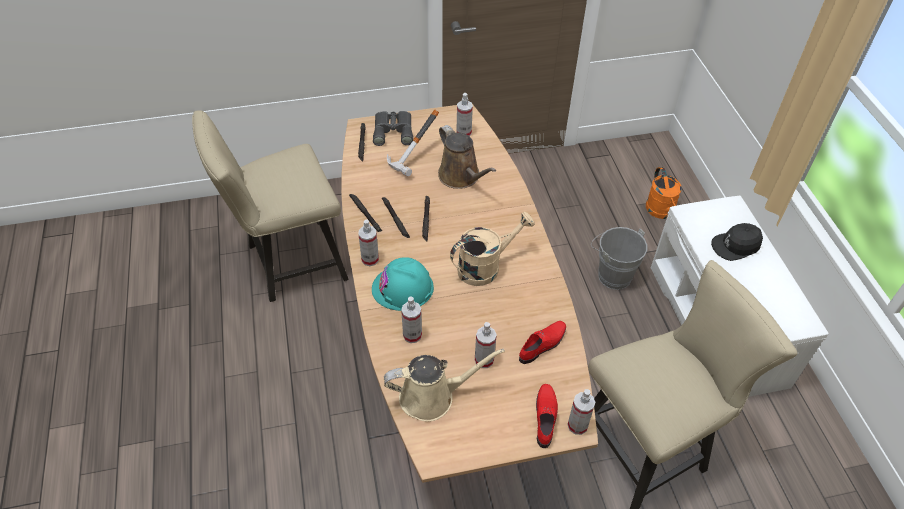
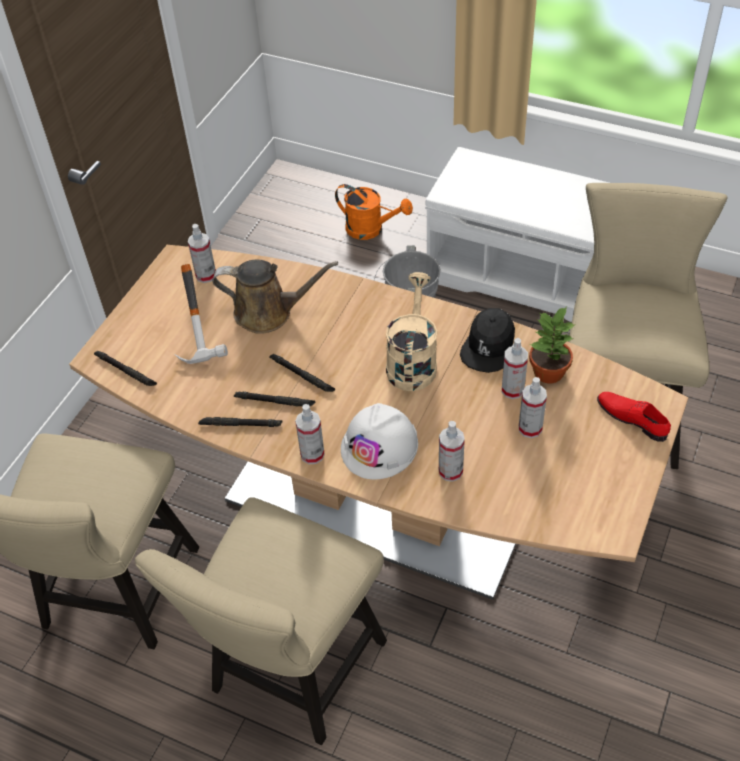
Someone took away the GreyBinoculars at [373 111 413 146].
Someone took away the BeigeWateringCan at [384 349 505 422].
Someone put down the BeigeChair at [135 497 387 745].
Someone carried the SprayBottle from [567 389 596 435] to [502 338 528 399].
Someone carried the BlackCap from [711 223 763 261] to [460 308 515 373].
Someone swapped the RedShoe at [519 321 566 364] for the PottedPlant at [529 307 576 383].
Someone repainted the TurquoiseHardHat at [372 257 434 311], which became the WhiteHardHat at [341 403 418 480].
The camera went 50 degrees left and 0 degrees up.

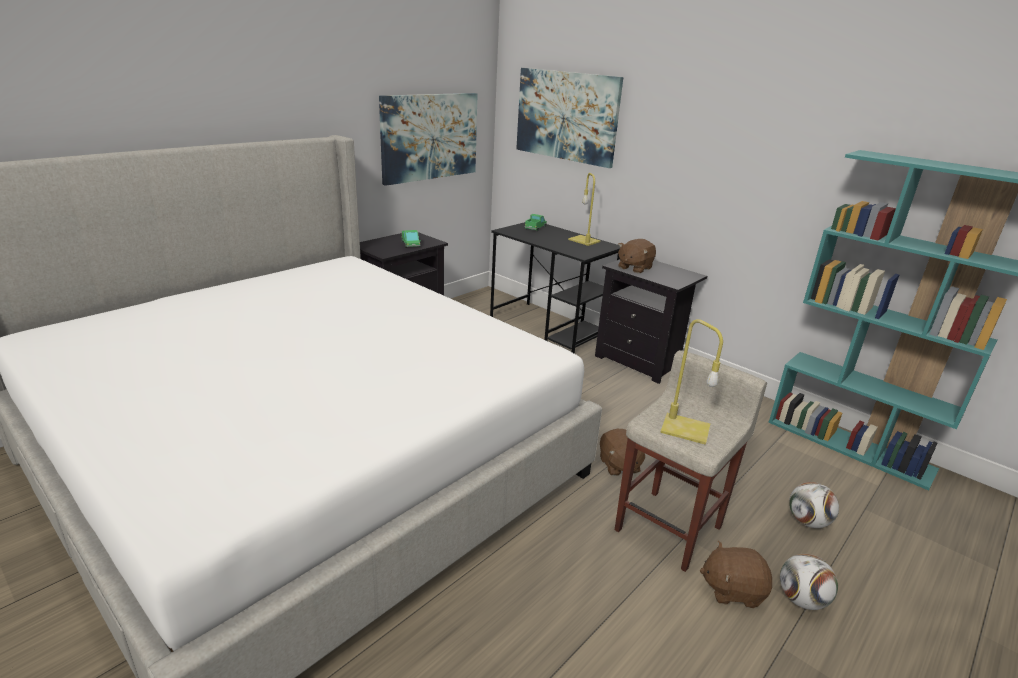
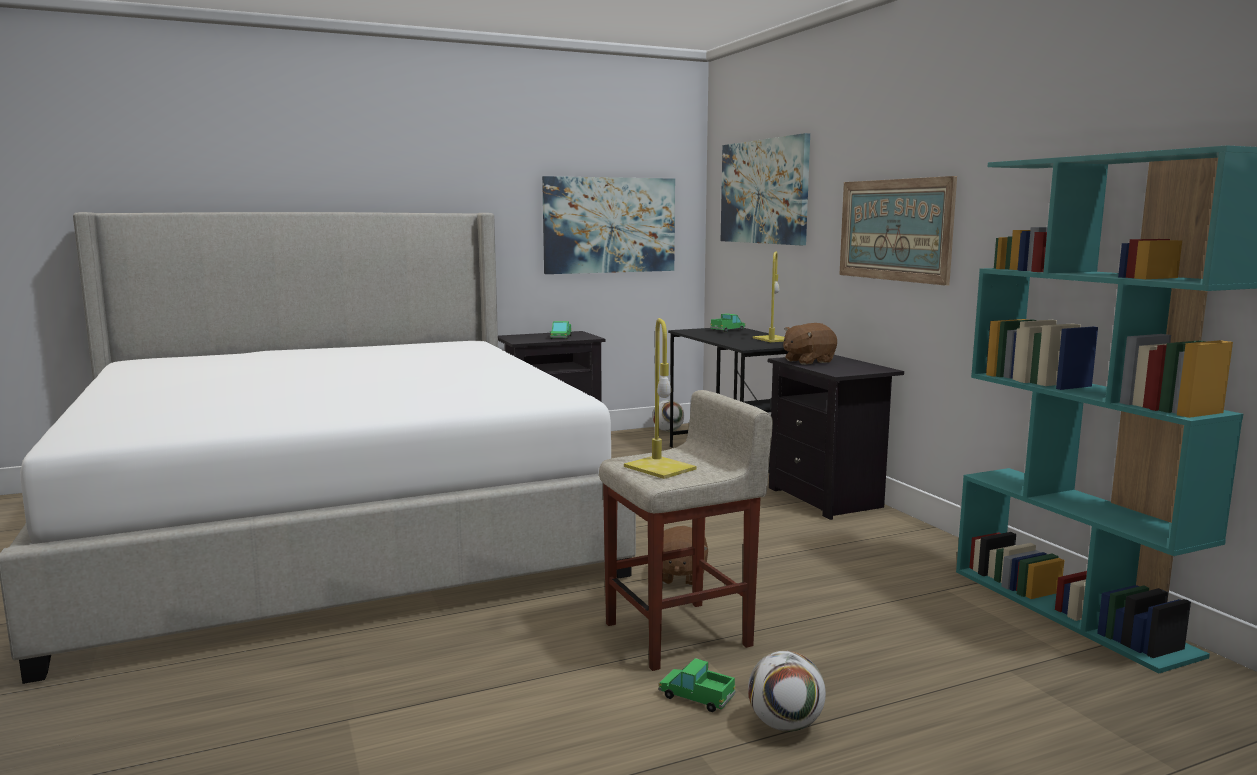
Someone put up the Picture at [839 176 957 286].
Someone carried the Football from [789 482 839 528] to [652 400 684 432].
Someone swapped the BrownPlushToy at [700 541 772 608] for the ToyTruck at [658 658 736 712].
The camera went 25 degrees right and 15 degrees down.

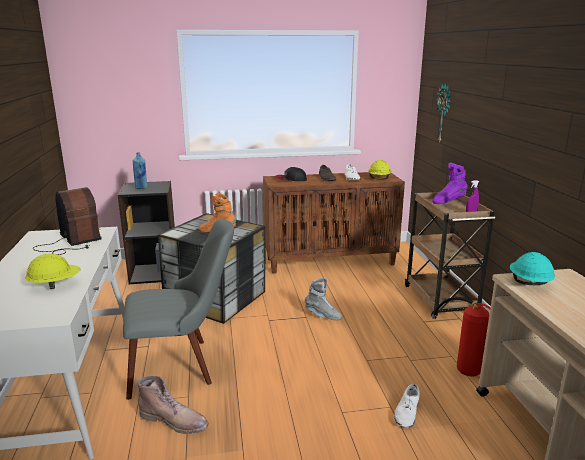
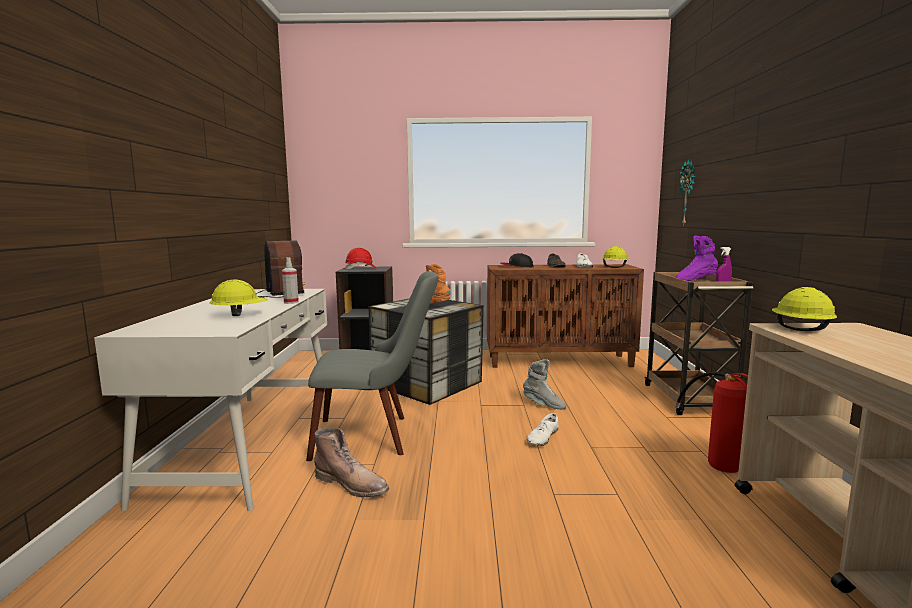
Someone put down the SprayBottle at [282 257 299 304].
Someone carried the WhiteShoe from [394 384 420 428] to [527 413 559 446].
Someone swapped the BlueBottle at [133 152 147 189] for the RedHardHat at [345 248 376 269].
Someone repainted the TurquoiseHardHat at [510 252 555 285], which became the YellowHardHat at [772 287 837 331].
The camera went 10 degrees right and 10 degrees down.

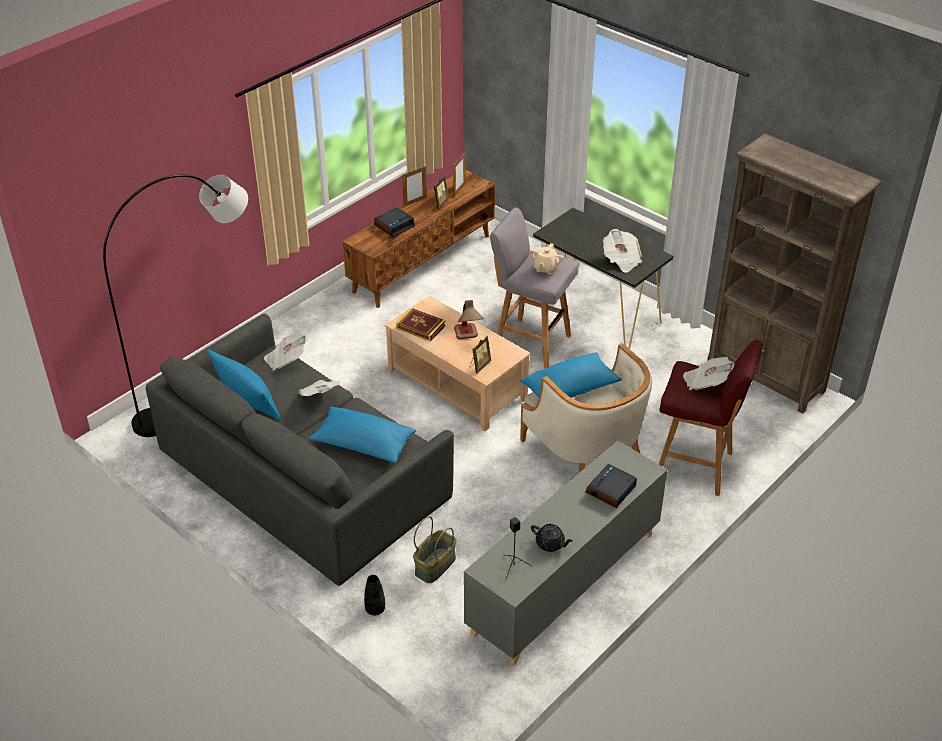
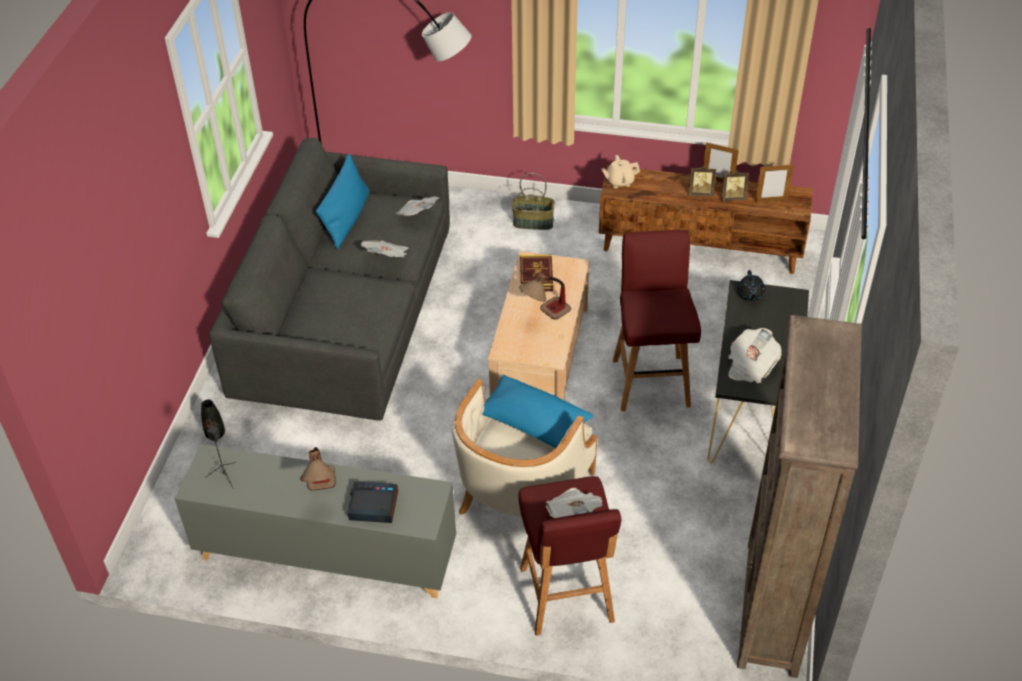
Someone took away the BluePillow at [309 406 416 463].
Someone took away the AlarmClock at [374 207 415 237].
Someone put down the TableLamp at [300 447 336 491].
Someone carried the Basket from [413 516 456 583] to [512 173 555 230].
Someone carried the PictureFrame from [469 336 491 374] to [688 166 716 196].
Someone carried the BeigeTeapot from [530 243 564 274] to [601 155 640 188].
Someone carried the BlackTeapot from [531 524 573 552] to [737 270 765 301].
Someone repainted the GreyStool at [490 207 578 368], which became the RedStool at [613 230 701 411].
The camera went 60 degrees right and 5 degrees up.

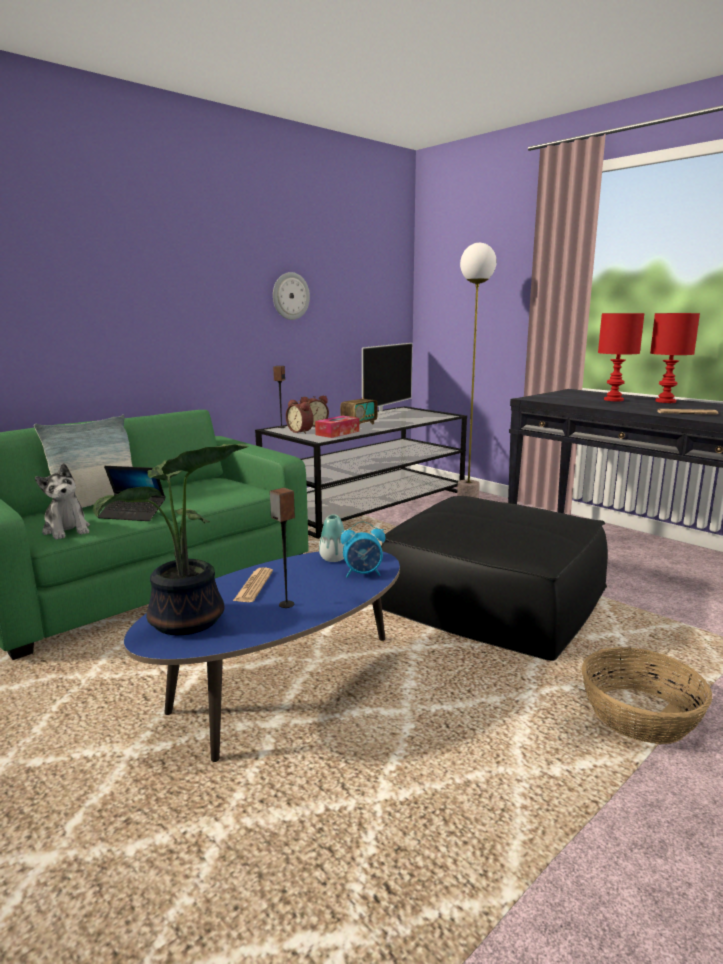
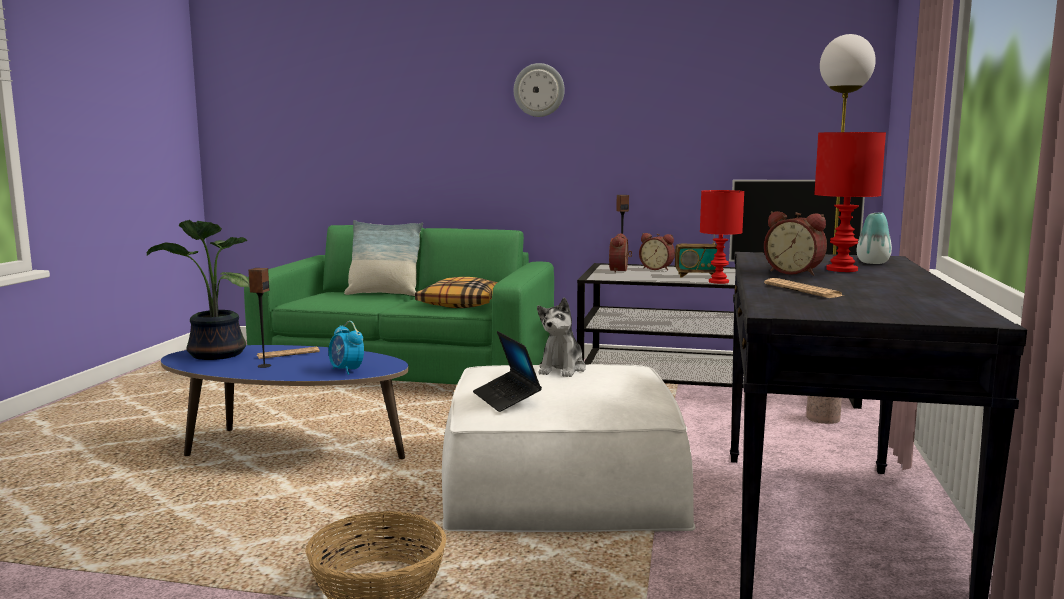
Someone took away the TissueBox at [315 416 359 438].
Someone put down the Pillow at [415 277 498 308].
Someone put down the AlarmClock at [764 211 827 276].
Someone carried the PlushToy from [35 463 90 540] to [537 297 586 377].
Someone carried the Laptop from [98 466 166 521] to [473 331 542 412].
Someone carried the WallClock from [273 272 310 320] to [514 63 565 117].
Someone carried the Vase from [319 514 344 562] to [856 212 892 264].
Someone carried the RedTableLamp from [650 313 700 403] to [700 190 744 284].
Someone repainted the BlackOttoman at [381 496 608 661], which became the WhiteOttoman at [442 364 695 532].
The camera went 55 degrees right and 5 degrees down.

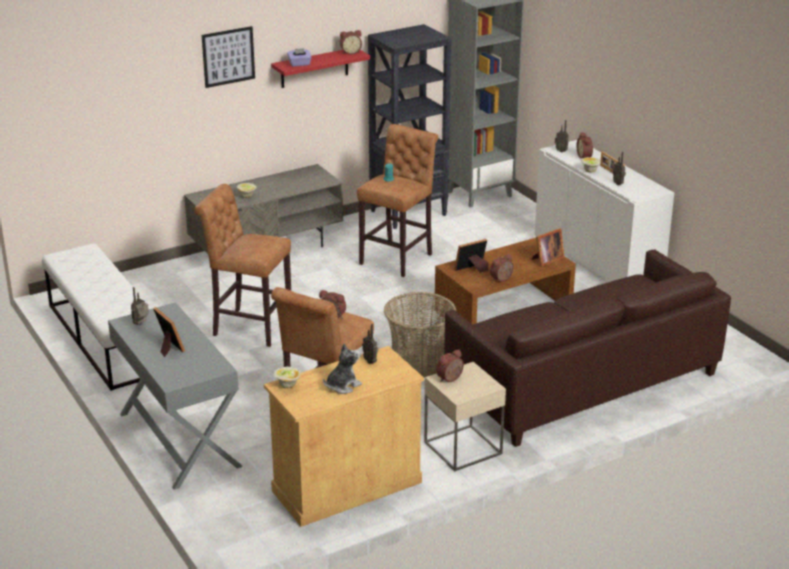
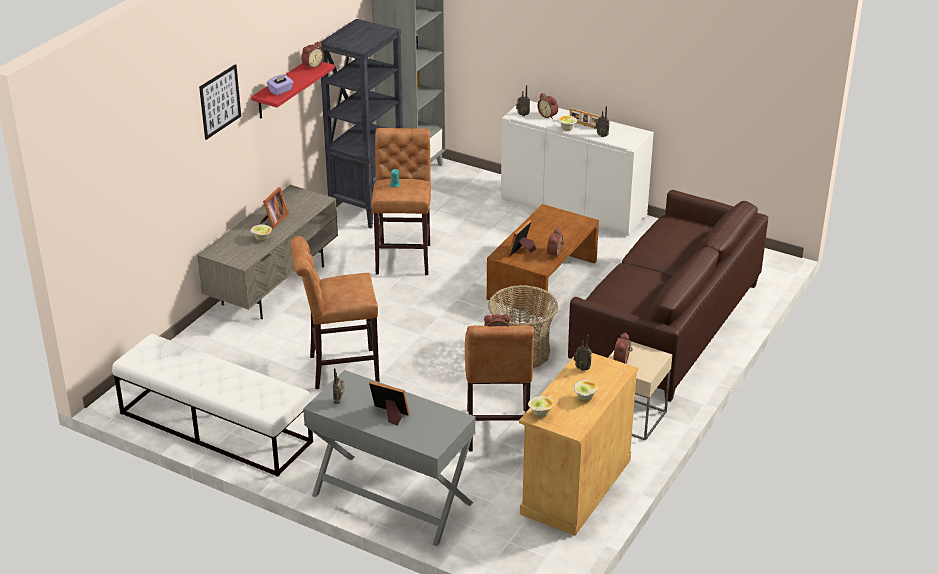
Someone carried the PictureFrame from [531 228 565 267] to [260 187 289 228].
Someone swapped the PlushToy at [323 344 362 394] for the Bowl at [574 380 598 402].
The camera went 30 degrees left and 5 degrees up.

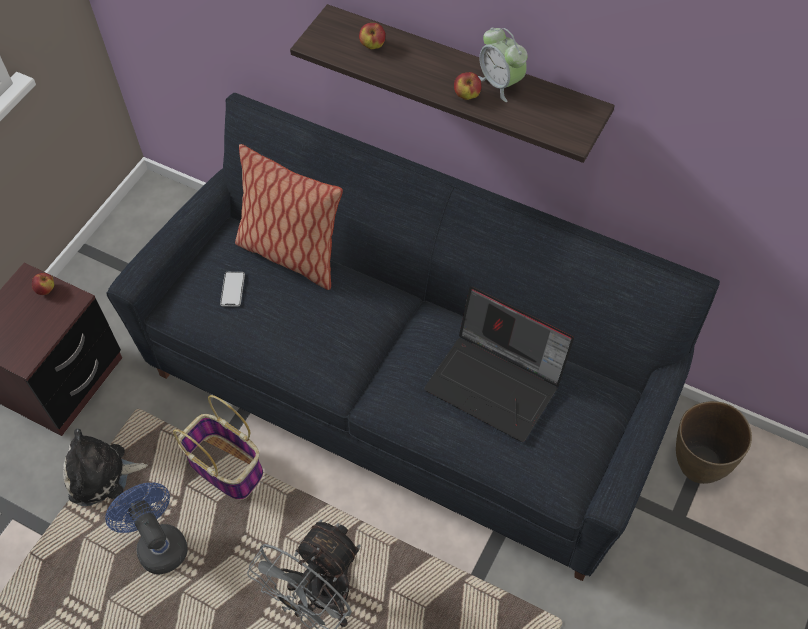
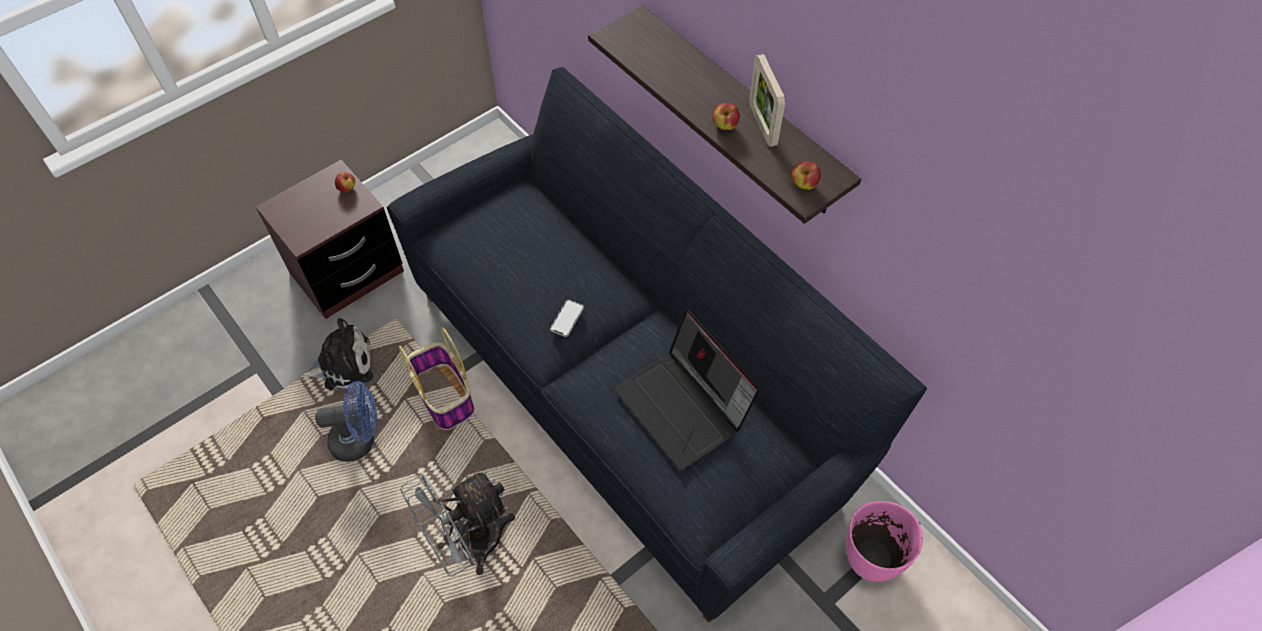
Someone took away the Pillow at [235 144 343 290].
Someone carried the Phone from [220 272 245 307] to [550 300 584 337].
Someone carried the Apple from [359 23 386 49] to [792 161 821 190].
Someone swapped the AlarmClock at [478 27 528 102] for the PictureFrame at [749 54 785 147].
Someone repainted the BrownVase at [676 401 752 484], which became the PinkVase at [846 501 923 582].
Someone rotated the PlushToy at [63 428 148 506] by 150 degrees clockwise.
Someone rotated the BlueFan at [105 483 188 575] by 90 degrees clockwise.
The camera went 20 degrees right and 0 degrees up.

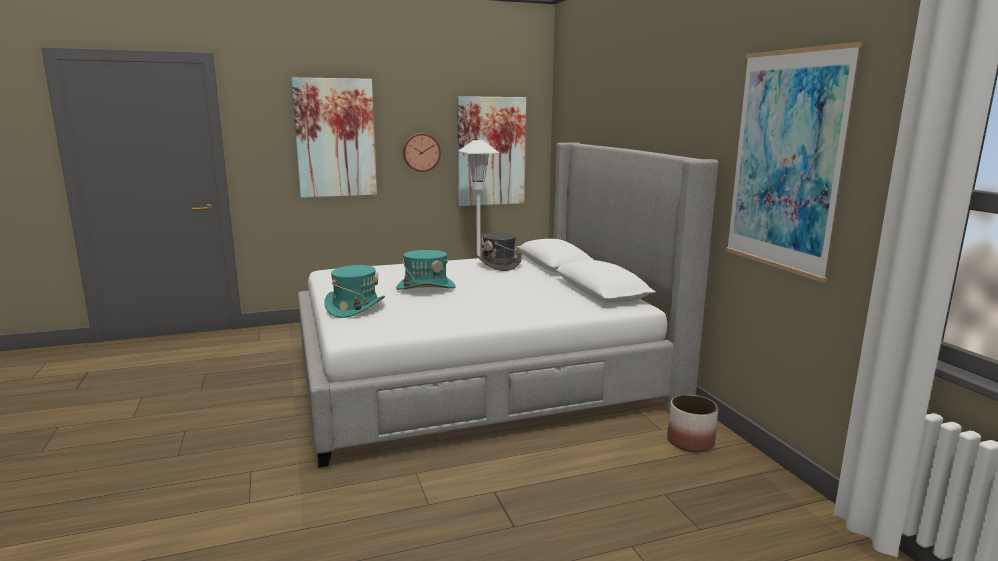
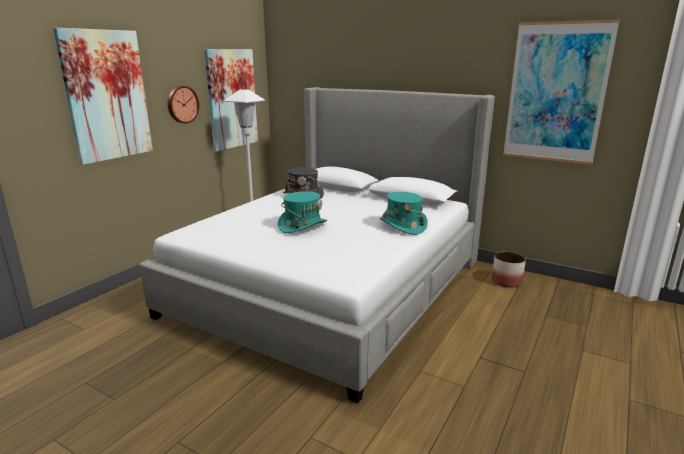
Someone carried the TurquoiseHat from [324 265 385 318] to [380 192 428 235].
The camera went 40 degrees left and 5 degrees up.

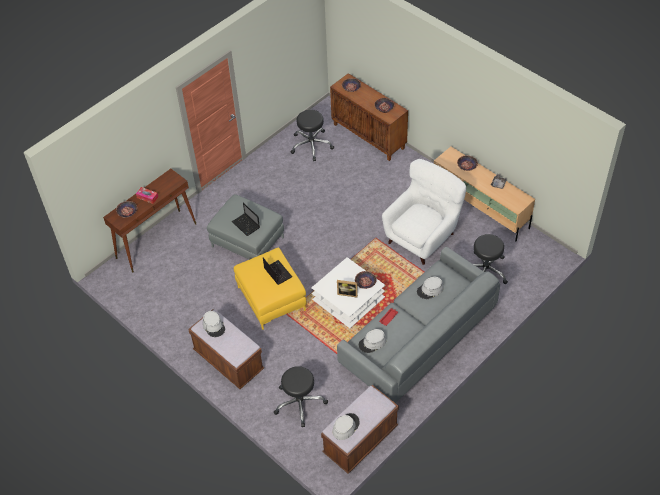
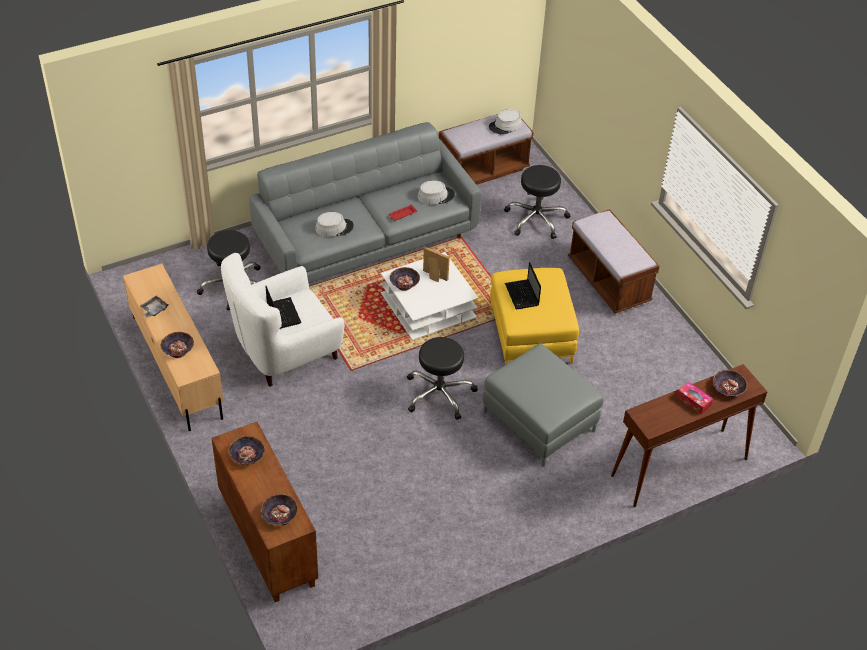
Someone took away the GreyHat at [203 311 225 337].
Someone carried the Laptop from [232 203 260 236] to [265 286 301 329].
Someone carried the BlackStool from [291 110 334 161] to [407 337 478 420].
The camera went 165 degrees left and 5 degrees down.

